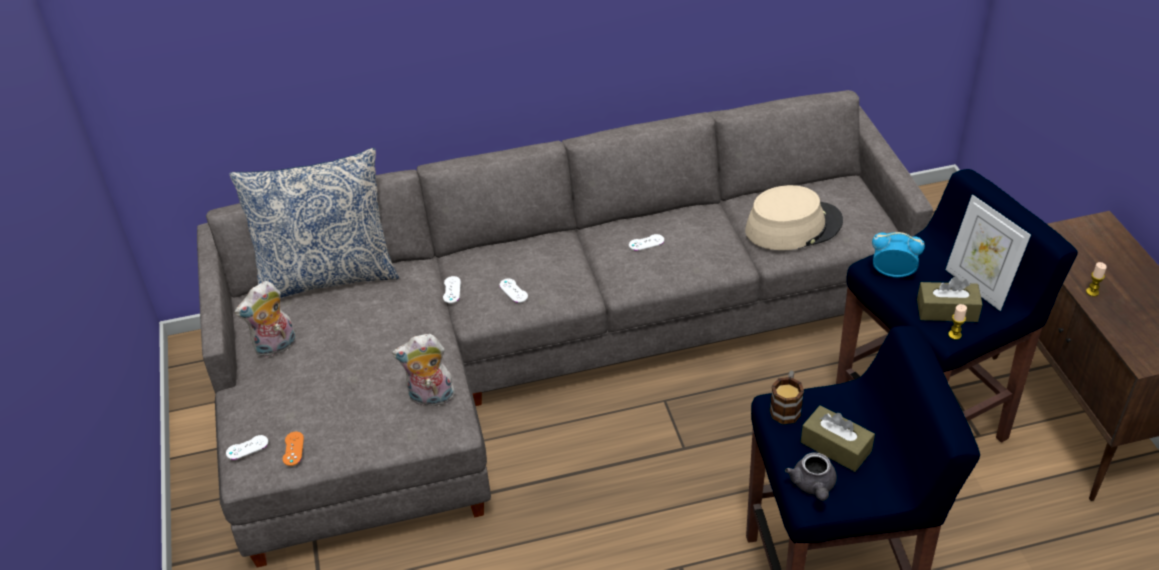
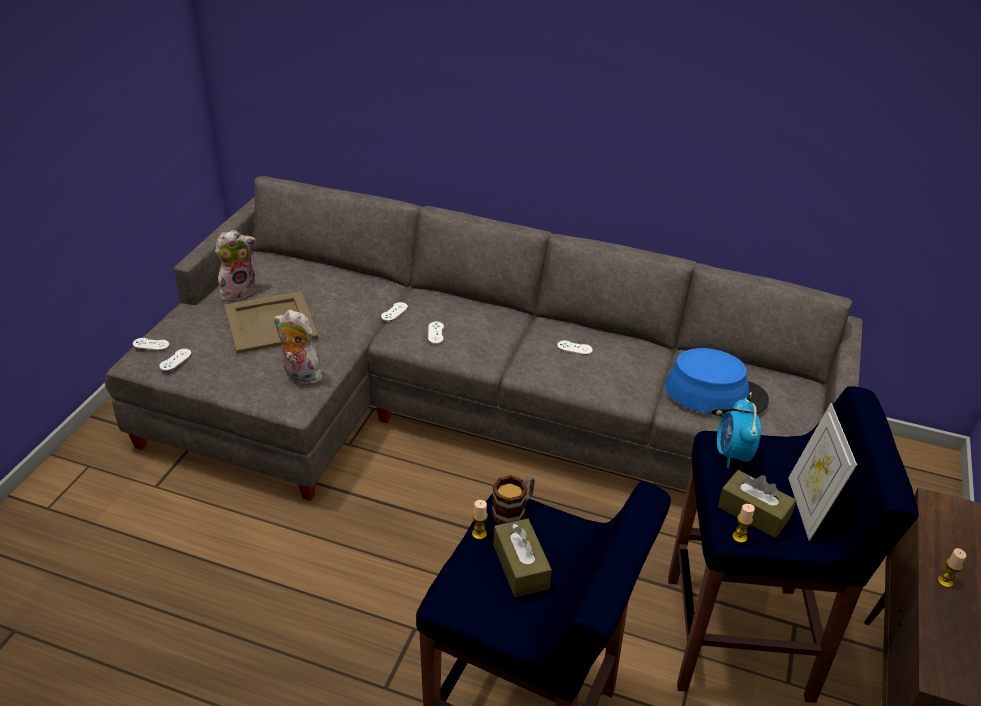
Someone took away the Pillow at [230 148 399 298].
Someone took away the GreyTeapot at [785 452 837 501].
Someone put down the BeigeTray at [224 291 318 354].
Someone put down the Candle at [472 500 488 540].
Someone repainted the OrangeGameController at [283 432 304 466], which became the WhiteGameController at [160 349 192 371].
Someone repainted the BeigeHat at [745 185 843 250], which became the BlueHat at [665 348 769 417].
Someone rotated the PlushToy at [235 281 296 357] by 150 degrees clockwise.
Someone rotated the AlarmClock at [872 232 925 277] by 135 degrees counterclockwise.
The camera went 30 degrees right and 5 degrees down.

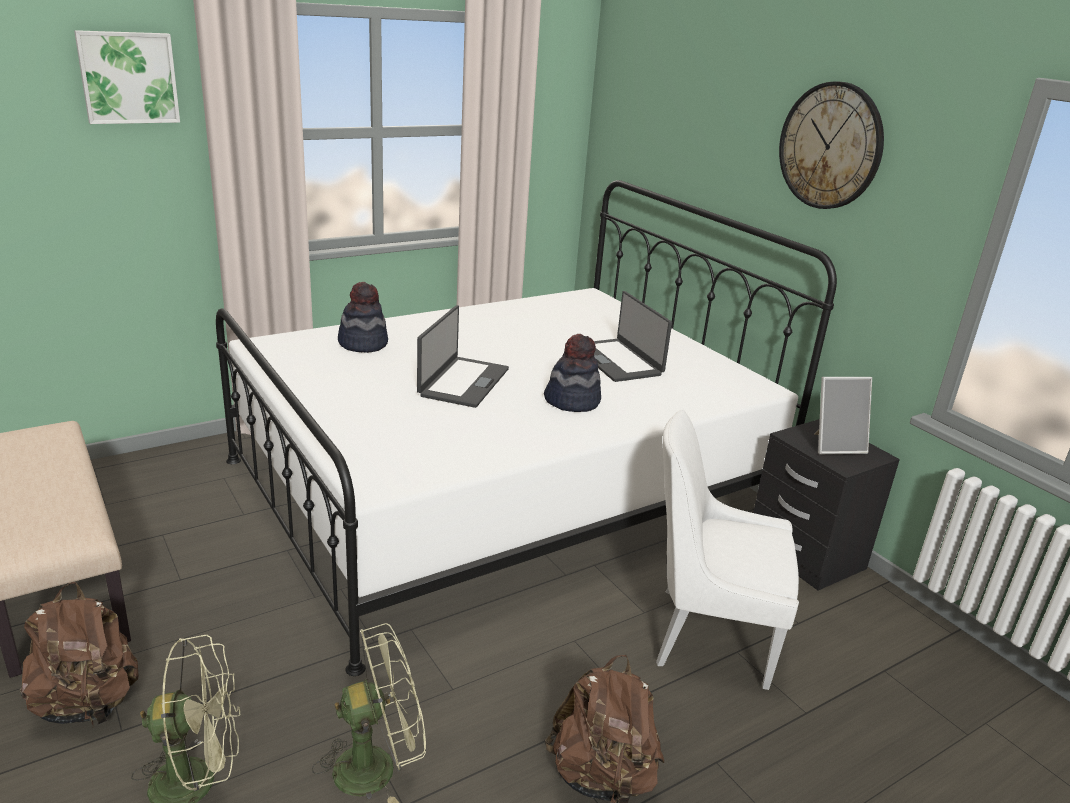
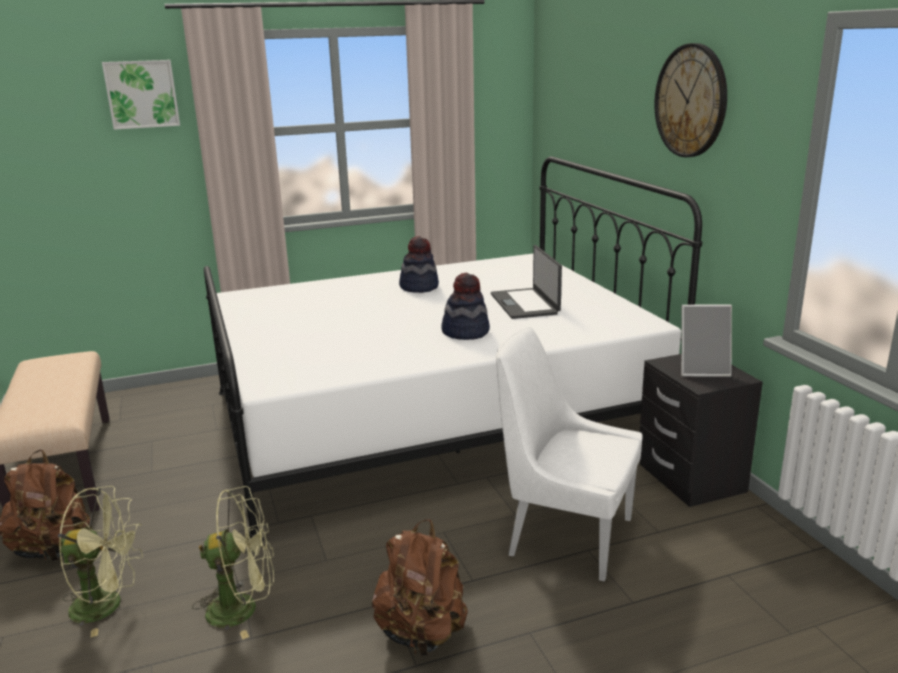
Someone took away the Laptop at [417 305 509 408].
Someone carried the Hat from [338 282 388 353] to [399 236 439 293].
The camera went 15 degrees right and 5 degrees down.

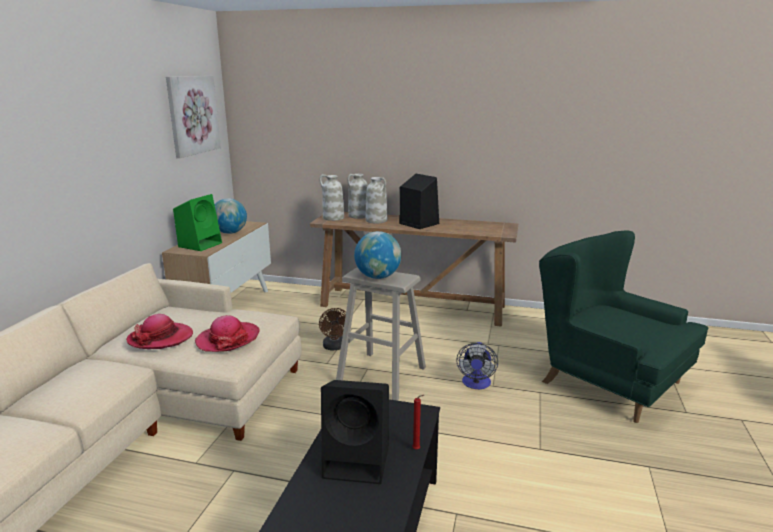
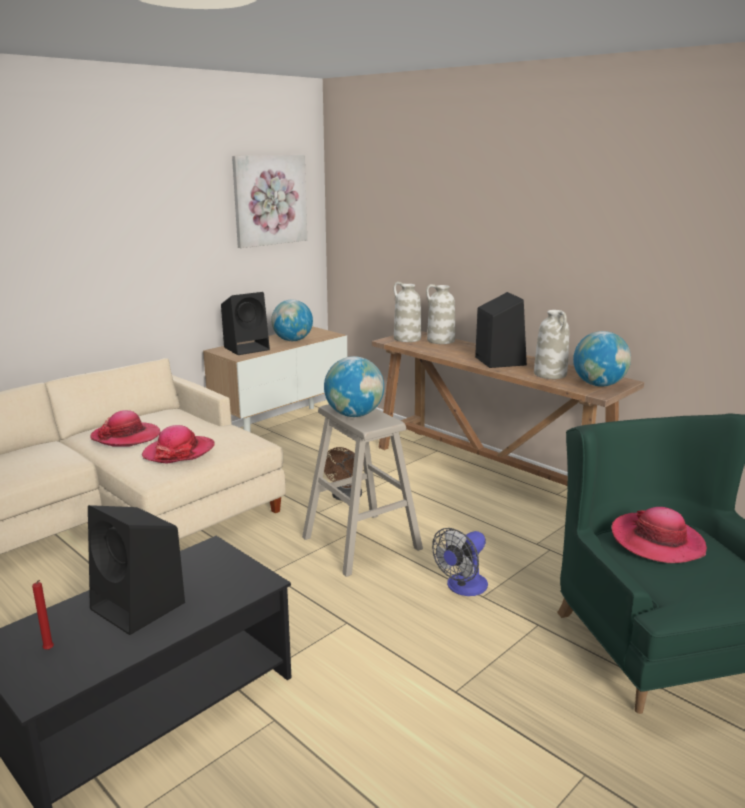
Someone put down the Globe at [573 331 631 387].
Someone put down the Hat at [611 507 707 563].
Someone carried the WhiteVase from [366 177 387 223] to [534 310 569 379].
Someone carried the RedCandle from [412 395 424 450] to [32 580 54 650].
Someone repainted the GreenSpeaker at [173 194 222 251], which became the BlackSpeaker at [221 292 270 355].
The camera went 30 degrees right and 0 degrees up.

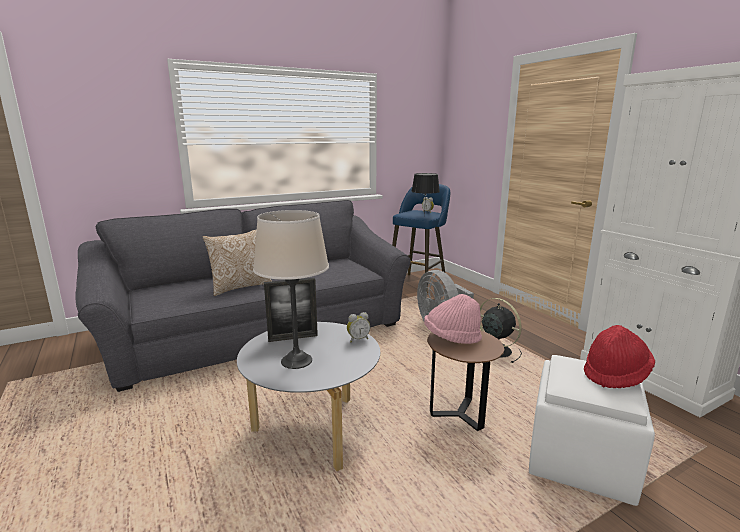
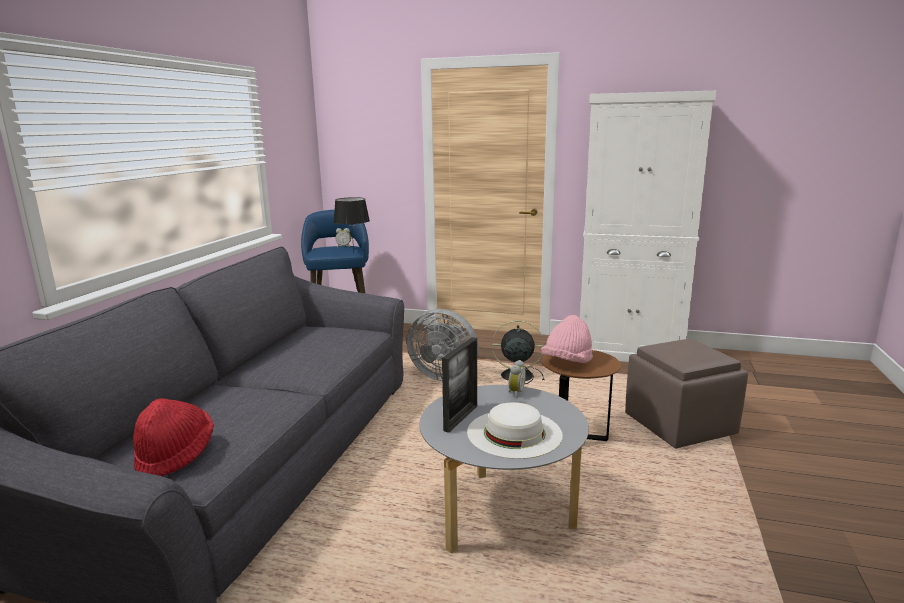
Someone took away the Pillow at [202 229 272 296].
Someone carried the RedHat from [584 325 655 388] to [133 398 214 476].
Someone swapped the BeigeTableLamp at [253 210 329 369] for the WhiteHat at [467 402 563 459].
Someone repainted the WhiteOttoman at [529 355 655 506], which became the BrownOttoman at [625 339 748 448].
The camera went 45 degrees left and 0 degrees up.

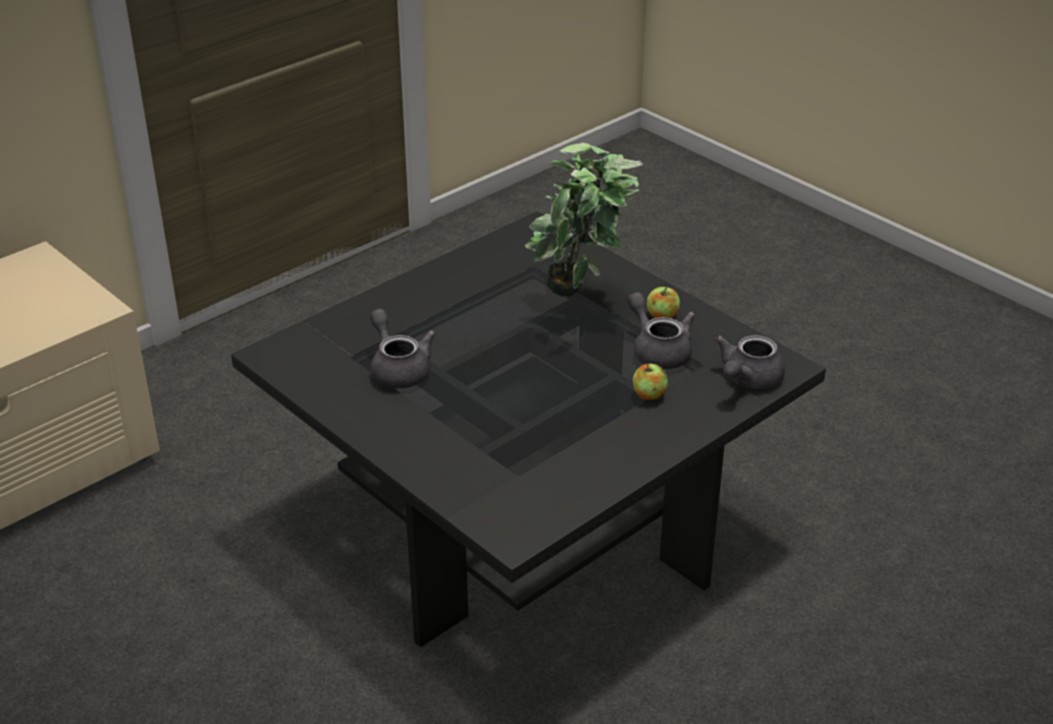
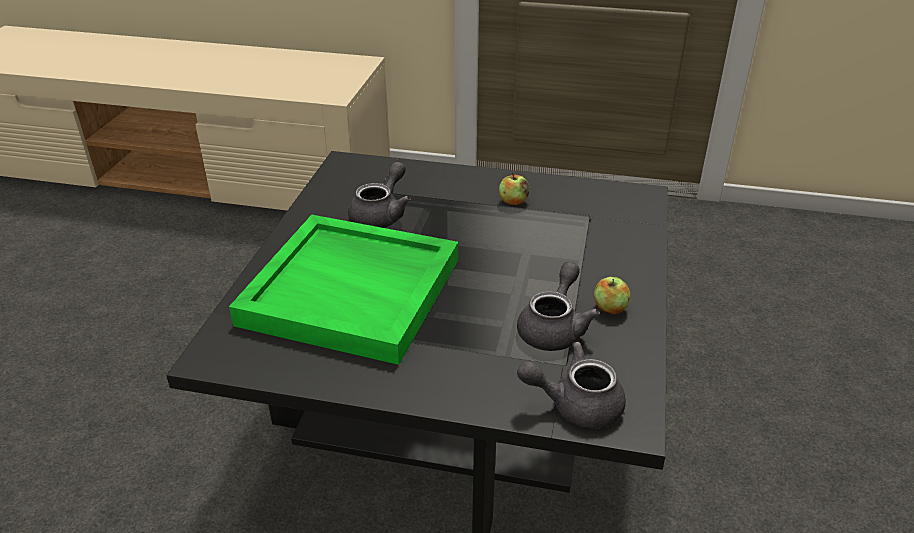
Someone took away the PottedPlant at [525 143 643 296].
Someone put down the GreenTray at [229 215 458 365].
Someone carried the Apple from [633 364 668 401] to [499 172 529 205].
The camera went 55 degrees right and 0 degrees up.

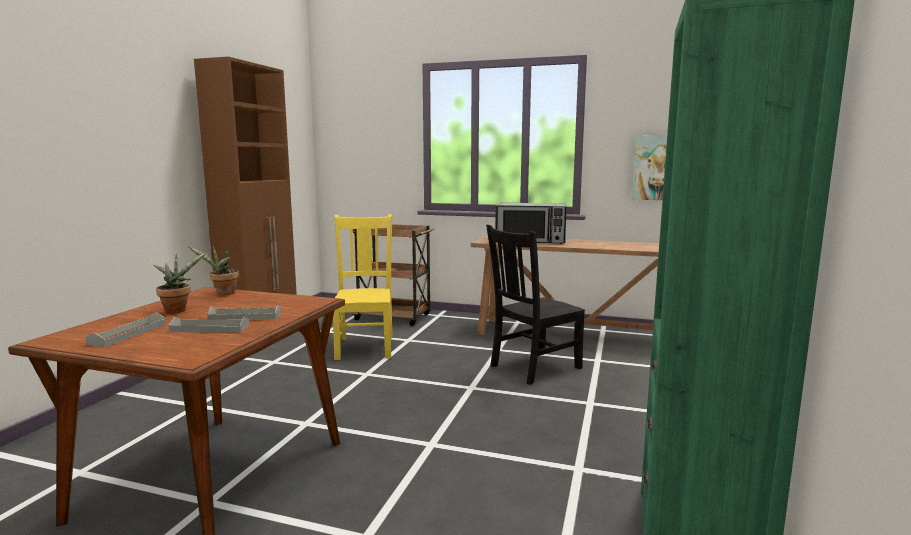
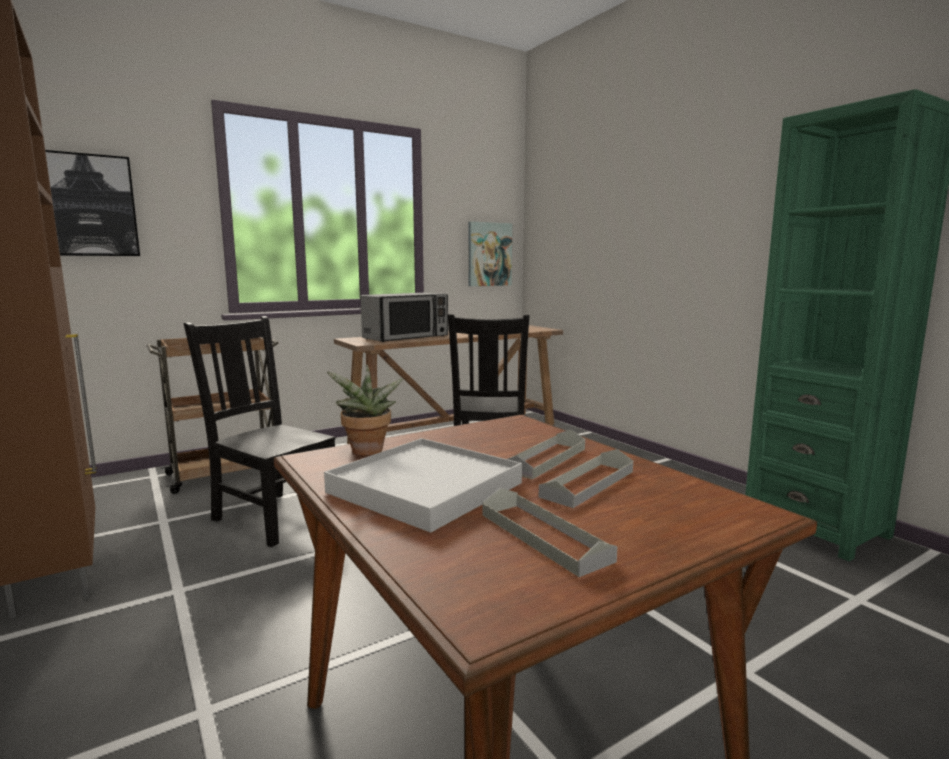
Someone put up the Picture at [45 150 140 256].
Someone swapped the PottedPlant at [154 252 207 314] for the WhiteTray at [324 438 522 533].
Someone repainted the YellowChair at [333 214 393 360], which became the BlackChair at [184 316 336 547].
The camera went 50 degrees left and 0 degrees up.

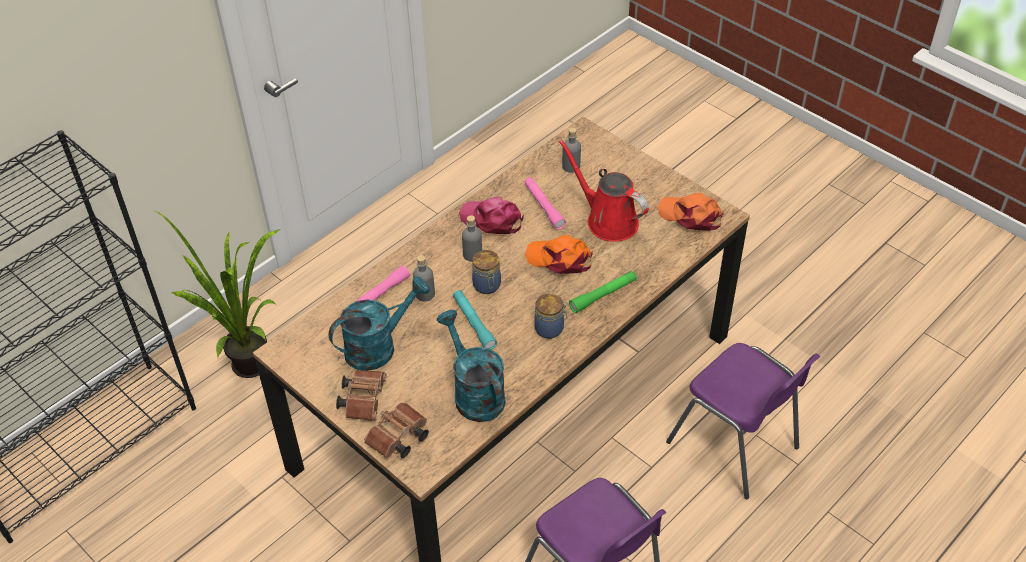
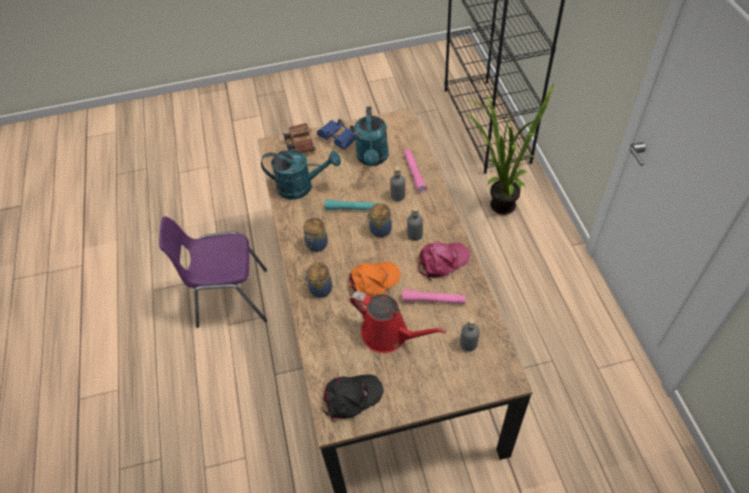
Someone took away the PurpleChair at [666 343 820 499].
Someone swapped the GreenFlashlight at [569 271 637 313] for the Jar at [304 263 332 298].
Someone repainted the BrownBinoculars at [336 370 387 421], which became the BlueBinoculars at [317 119 355 150].
Someone repainted the OrangeCap at [658 193 723 231], which became the BlackCap at [322 374 384 422].
Someone rotated the RedWateringCan at [559 139 649 242] by 45 degrees clockwise.
The camera went 125 degrees right and 5 degrees up.

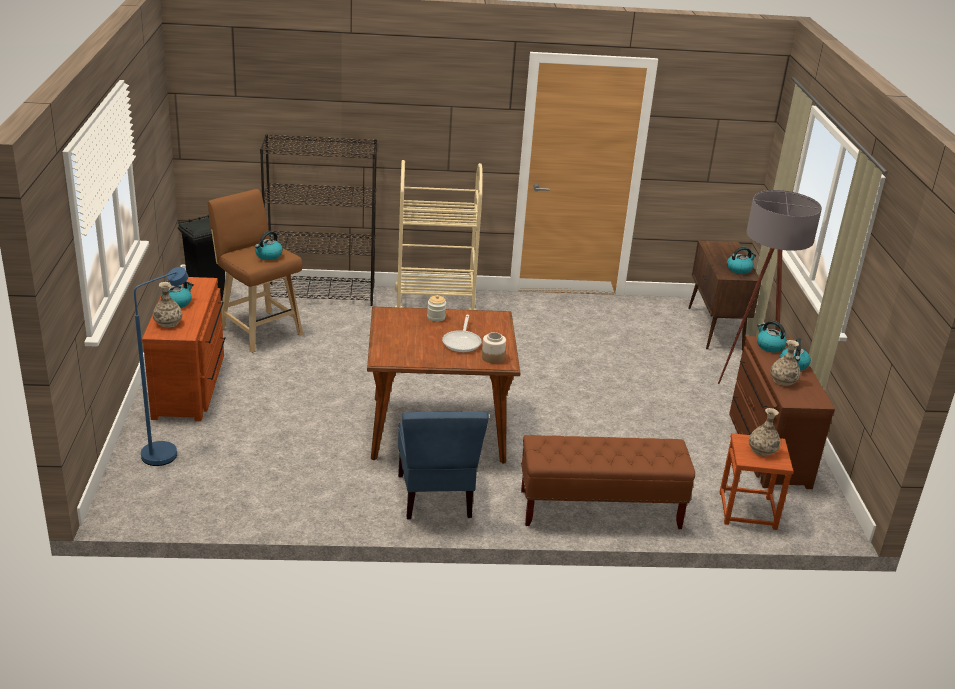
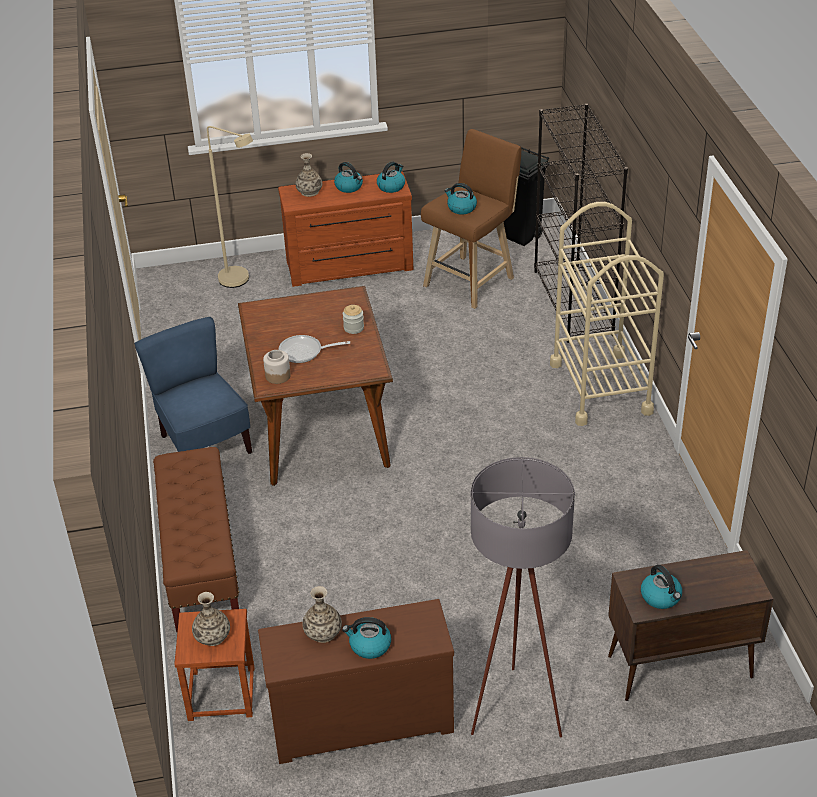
Someone carried the Kettle from [757 321 787 352] to [377 162 405 193].
Someone repainted the BlueFloorLamp at [134 267 188 466], which became the BeigeFloorLamp at [207 126 253 288].
Someone rotated the BlueChair at [398 411 489 520] by 75 degrees clockwise.
The camera went 85 degrees right and 10 degrees up.

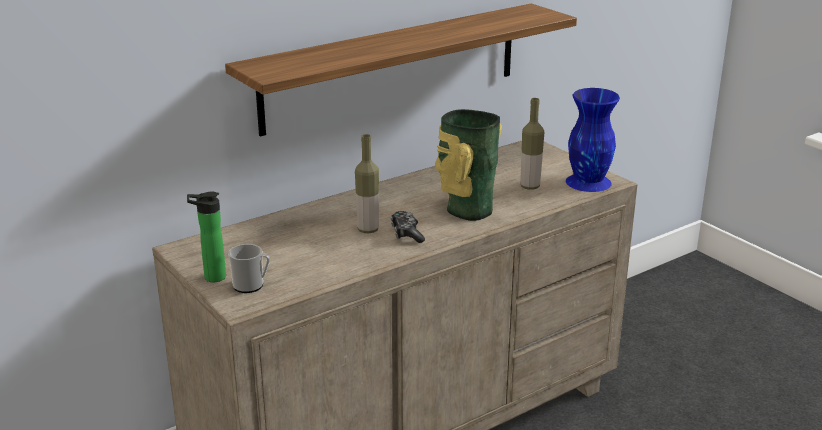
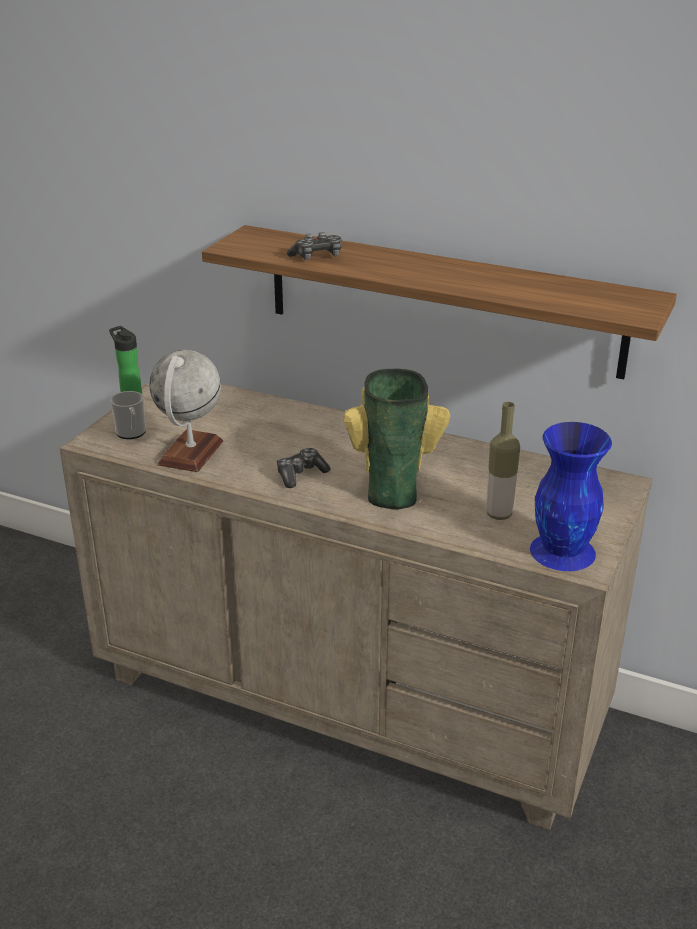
Someone took away the Bottle at [355 134 379 233].
Someone put down the Globe at [149 350 223 472].
Someone put down the GameController at [287 232 342 260].
The camera went 60 degrees right and 5 degrees up.

